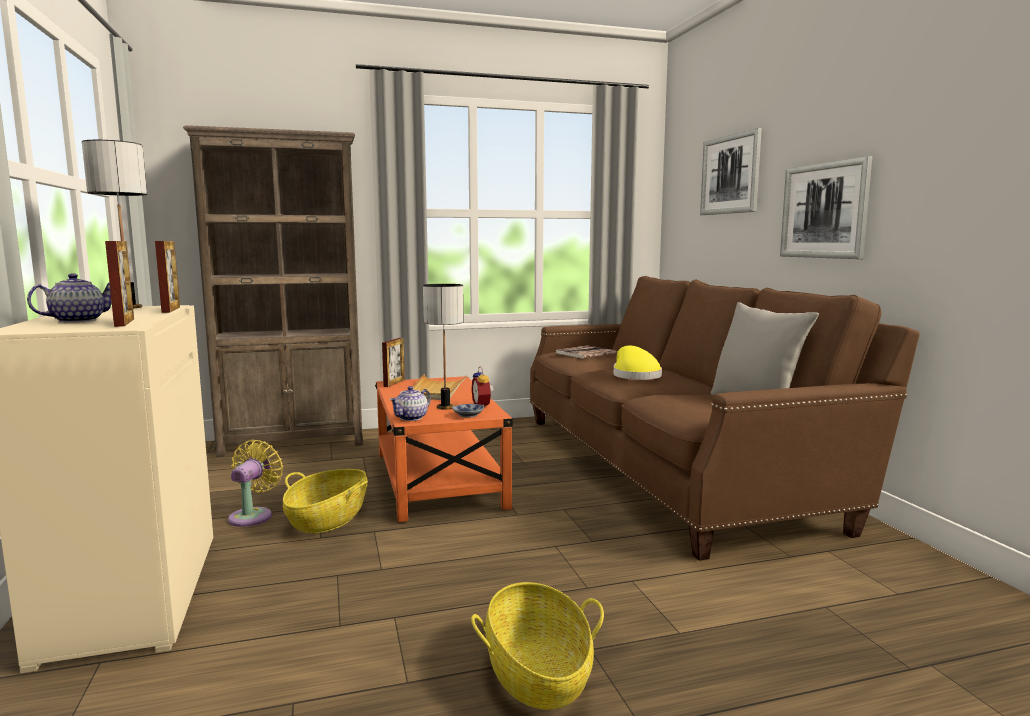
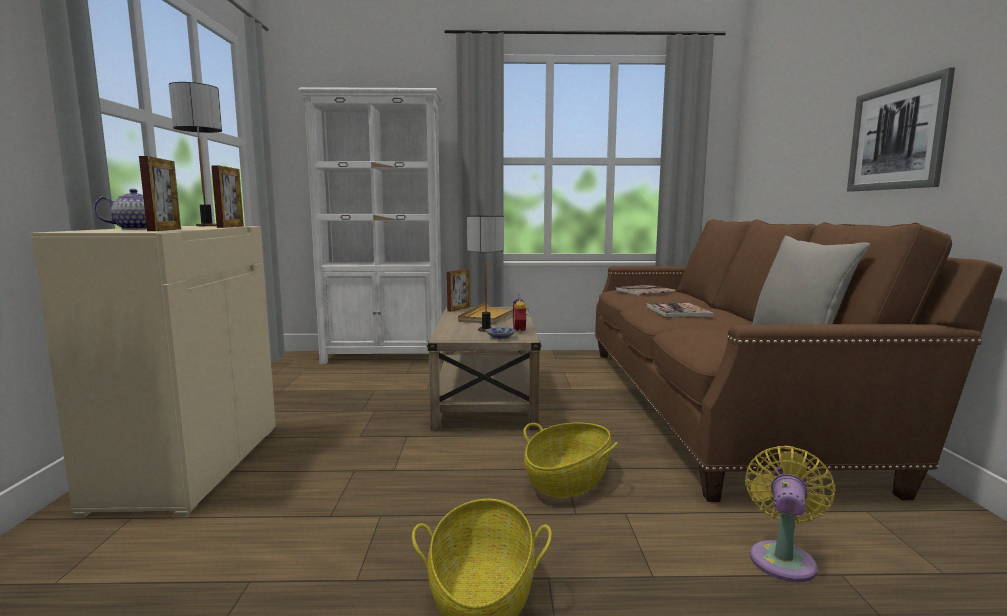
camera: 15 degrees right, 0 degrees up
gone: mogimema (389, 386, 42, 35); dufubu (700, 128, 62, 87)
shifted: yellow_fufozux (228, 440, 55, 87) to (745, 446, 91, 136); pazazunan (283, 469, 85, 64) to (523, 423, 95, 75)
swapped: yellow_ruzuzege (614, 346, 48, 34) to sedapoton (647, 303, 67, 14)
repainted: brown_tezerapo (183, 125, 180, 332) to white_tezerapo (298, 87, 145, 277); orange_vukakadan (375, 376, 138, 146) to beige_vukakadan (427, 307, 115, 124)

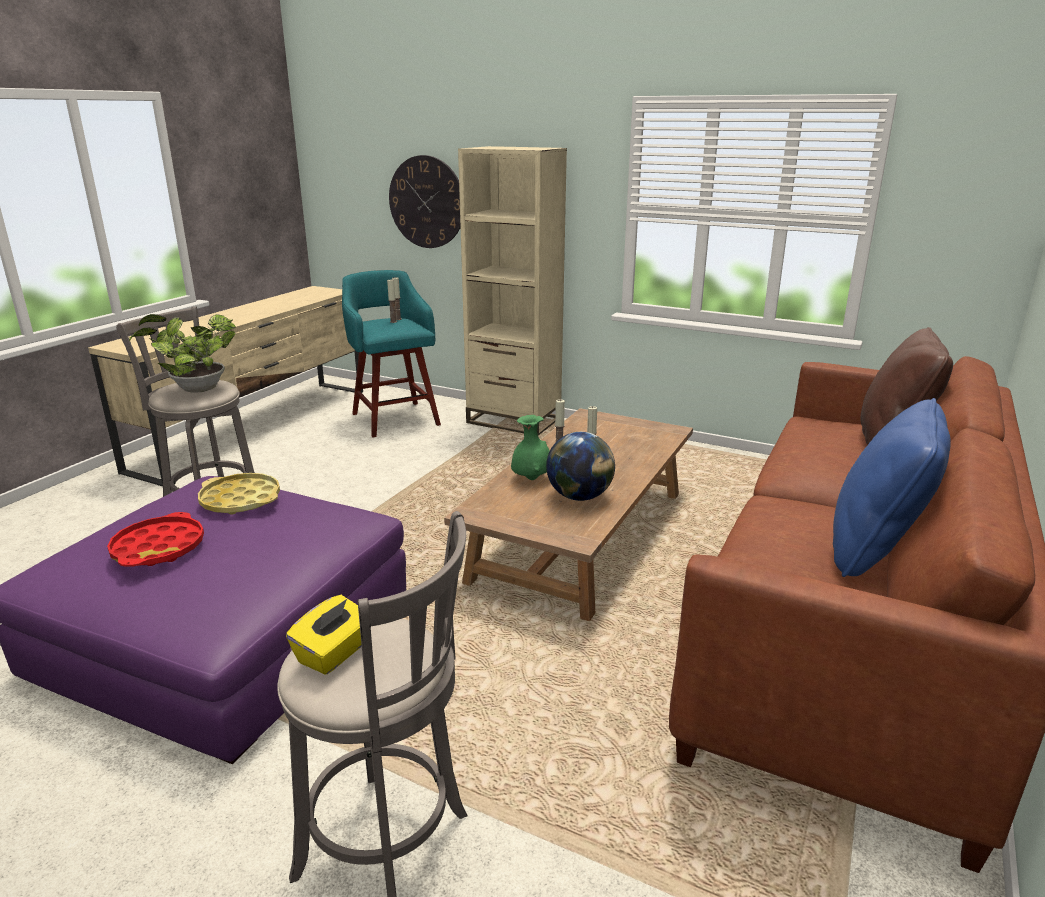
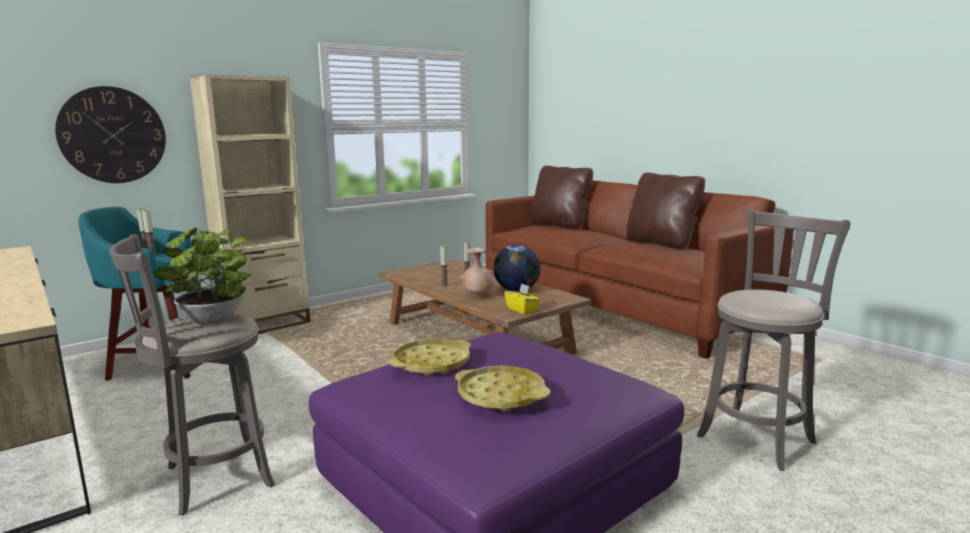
camera: 65 degrees left, 10 degrees down
shifted: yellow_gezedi (286, 595, 76, 80) to (504, 283, 36, 32)
repainted: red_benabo (107, 512, 97, 55) to yellow_benabo (455, 366, 96, 45); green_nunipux (511, 415, 39, 65) to beige_nunipux (460, 248, 34, 49); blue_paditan (833, 398, 118, 179) to brown_paditan (626, 173, 79, 77)

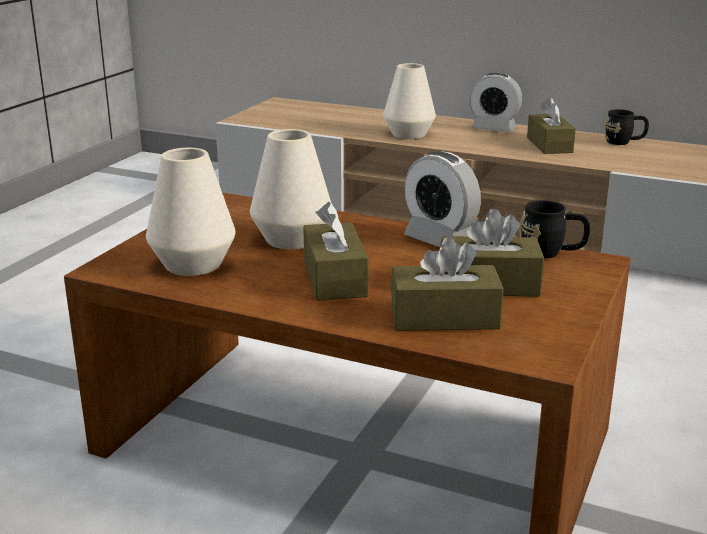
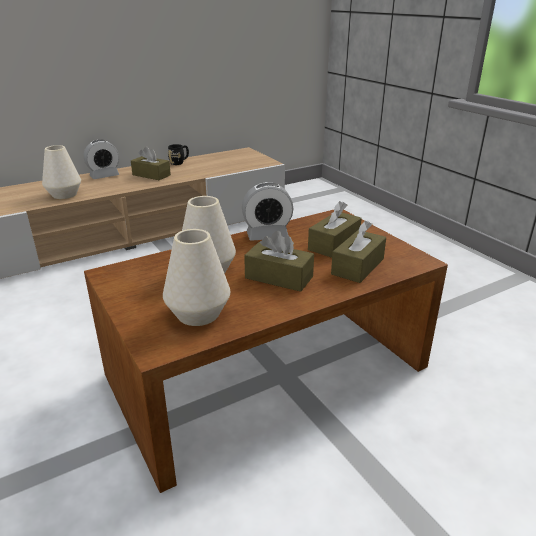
camera: 55 degrees left, 5 degrees up
gone: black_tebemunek (520, 200, 70, 58)

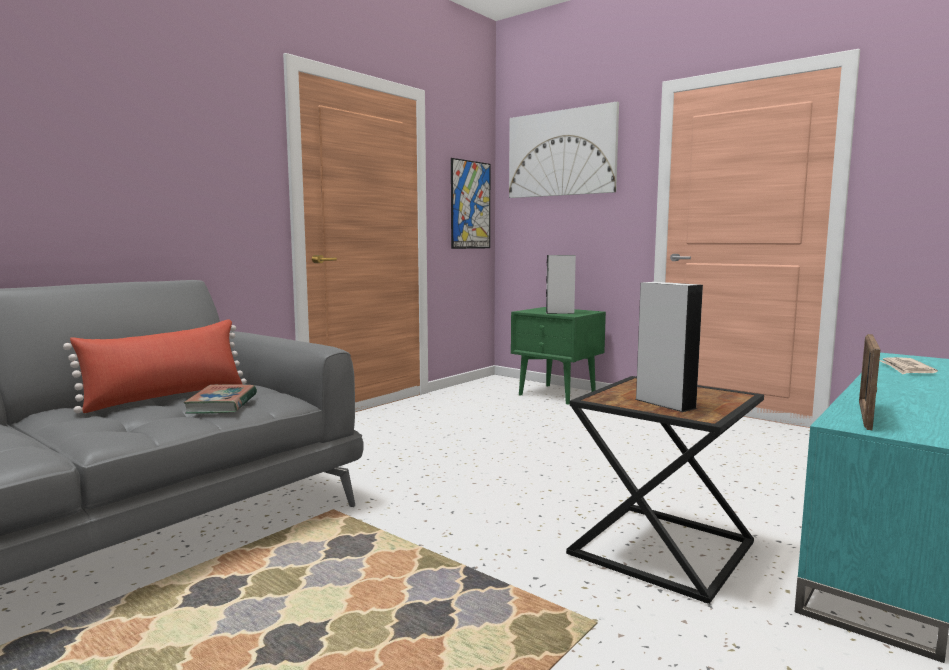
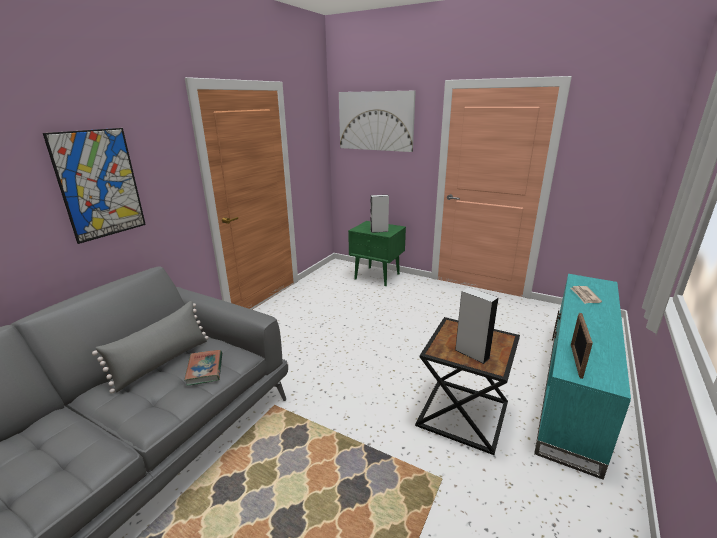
camera: 10 degrees left, 15 degrees up
shifted: dufubu (451, 158, 39, 91) to (43, 128, 103, 116)
repainted: red_paditan (63, 319, 184, 94) to grey_paditan (92, 301, 117, 93)

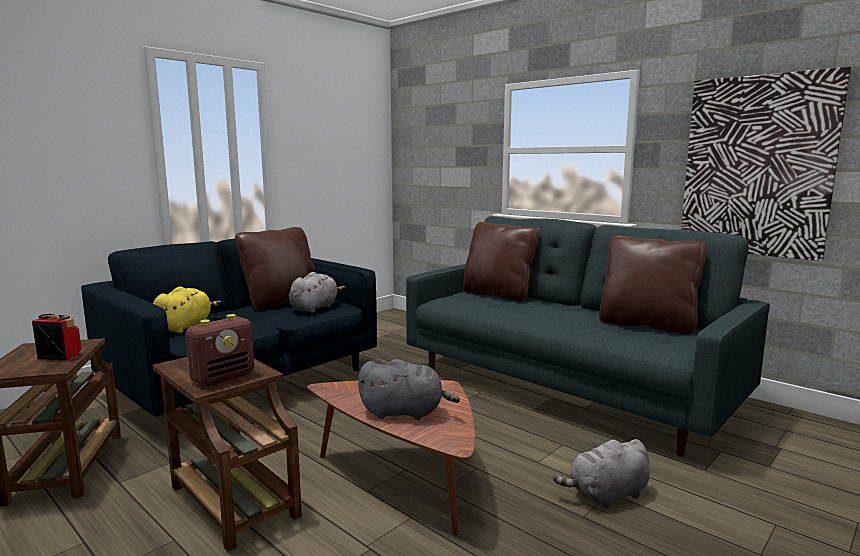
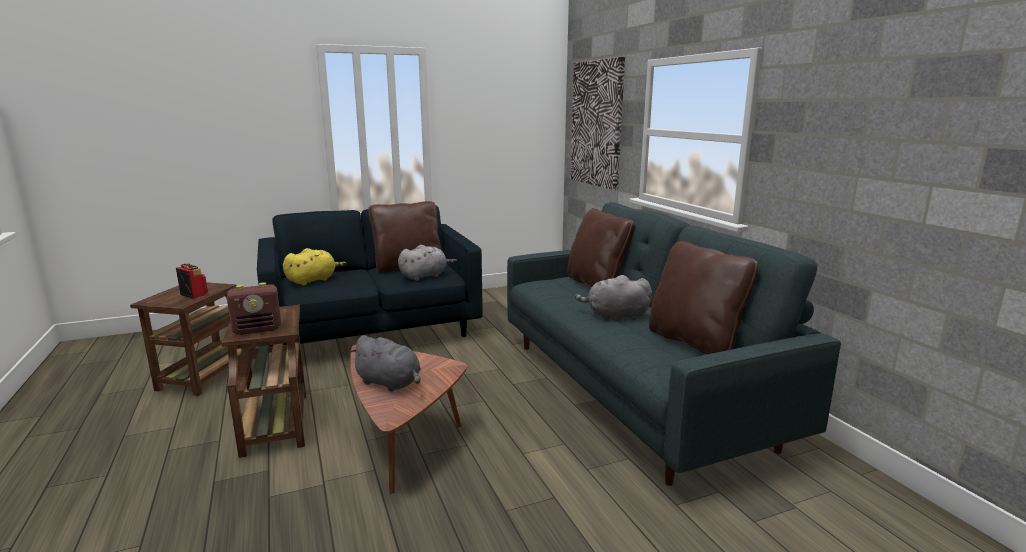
camera: 25 degrees right, 5 degrees up
shifted: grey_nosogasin (553, 439, 97, 69) to (575, 275, 77, 45); dufubu (681, 67, 170, 194) to (571, 57, 54, 133)

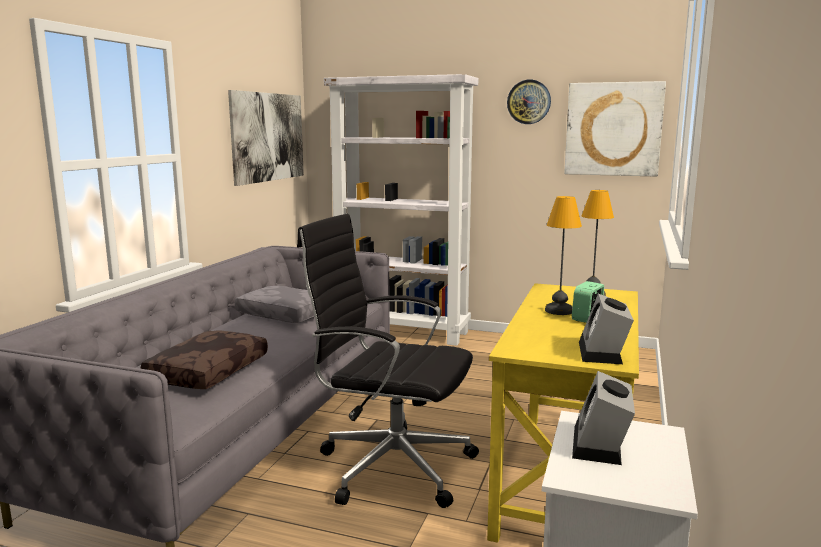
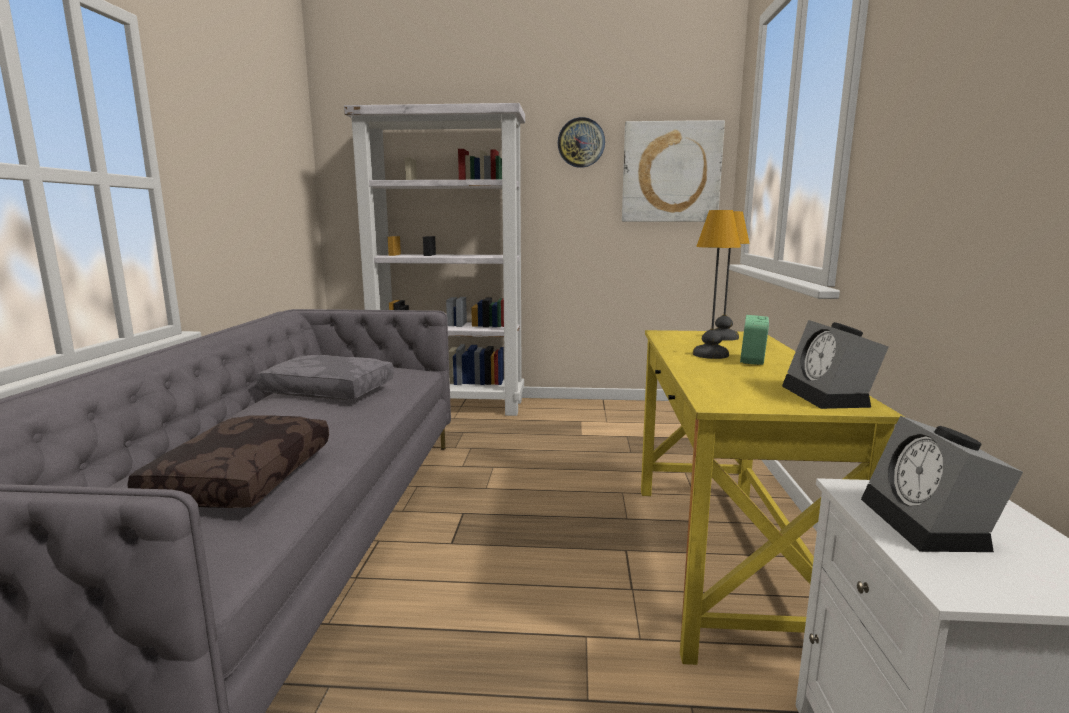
camera: 15 degrees left, 0 degrees up
gone: dufubu (228, 90, 76, 96); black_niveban (297, 214, 182, 294)

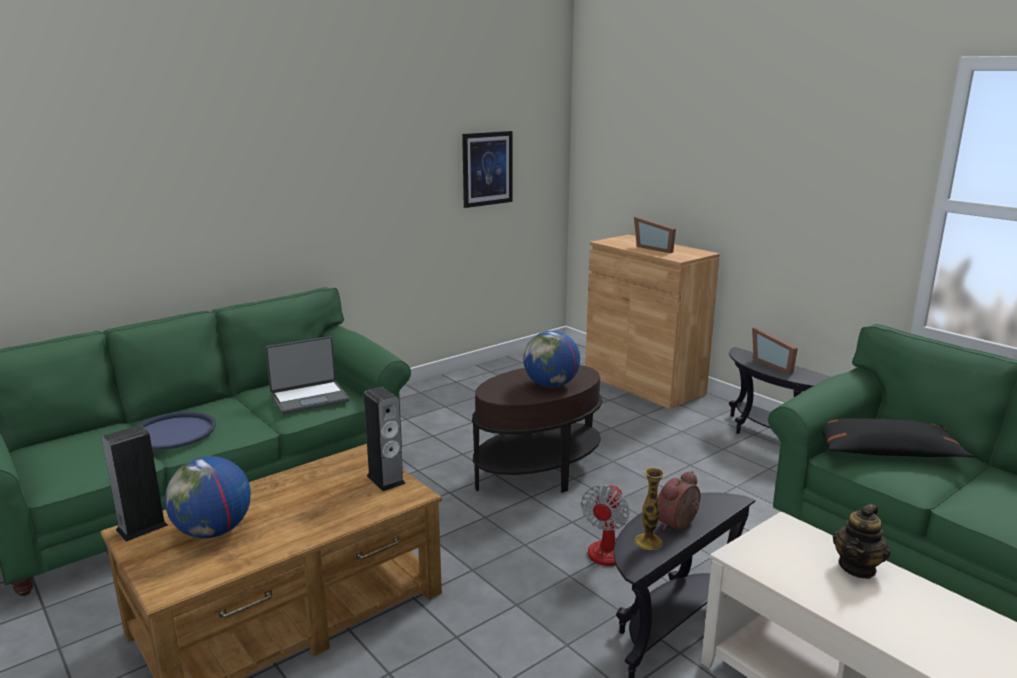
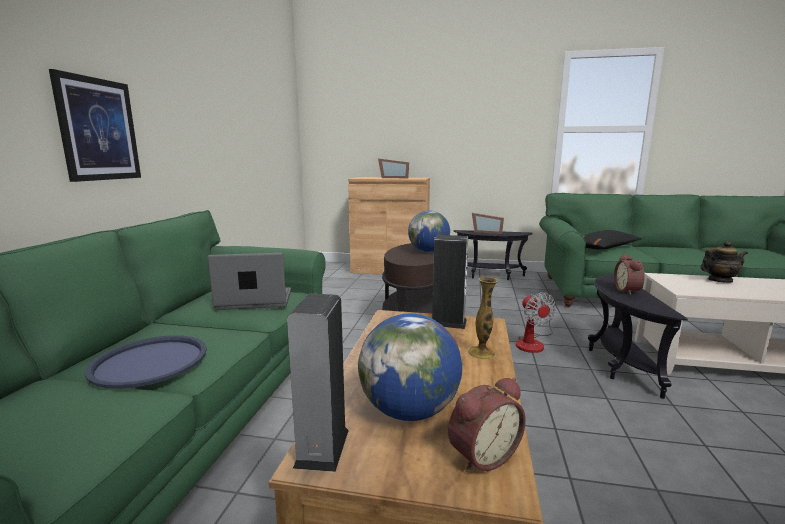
camera: 40 degrees left, 5 degrees down
new: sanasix (448, 377, 78, 95)
shifted: dufubu (462, 131, 51, 77) to (49, 69, 92, 113); nunipux (635, 468, 29, 82) to (468, 277, 30, 83)
rotated: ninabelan (265, 336, 85, 79) = (208, 253, 83, 57) 120 degrees counterclockwise; mogimema (833, 504, 58, 75) = (701, 241, 47, 42) 90 degrees counterclockwise

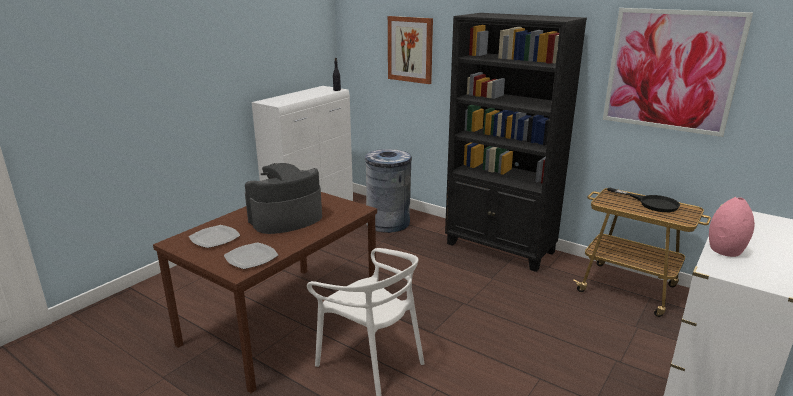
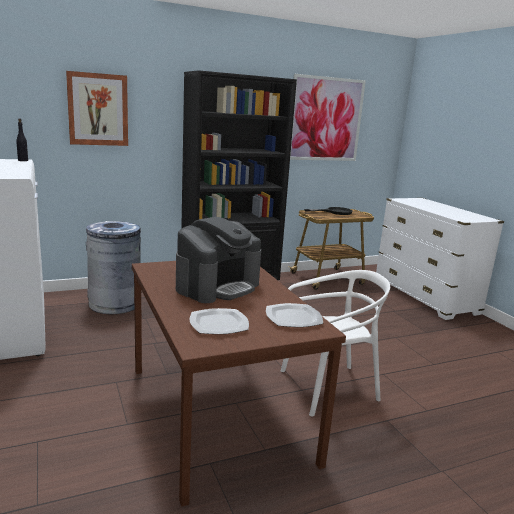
camera: 60 degrees left, 5 degrees down
gone: pink_nunipux (709, 197, 46, 60)
rotated: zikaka (245, 163, 77, 71) = (176, 217, 85, 86) 135 degrees counterclockwise

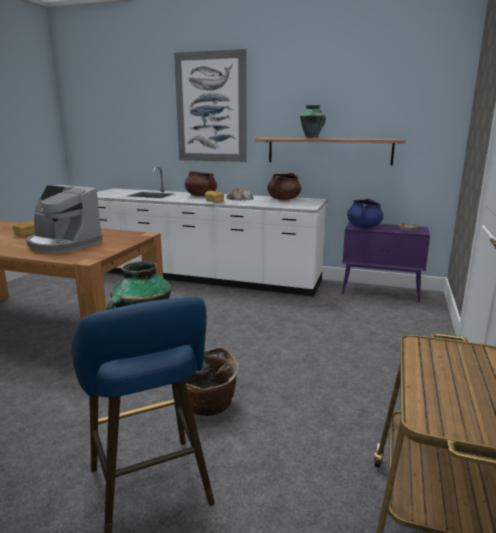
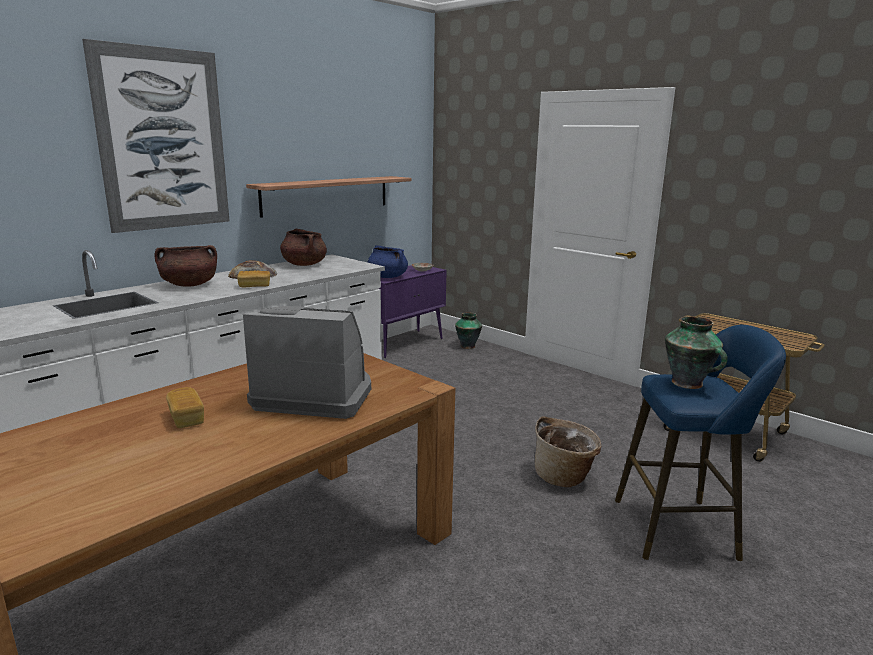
camera: 65 degrees left, 0 degrees up
shifted: nunipux (300, 105, 26, 34) to (455, 312, 27, 37)
rotated: zikaka (26, 185, 77, 69) = (243, 306, 128, 113) 135 degrees counterclockwise

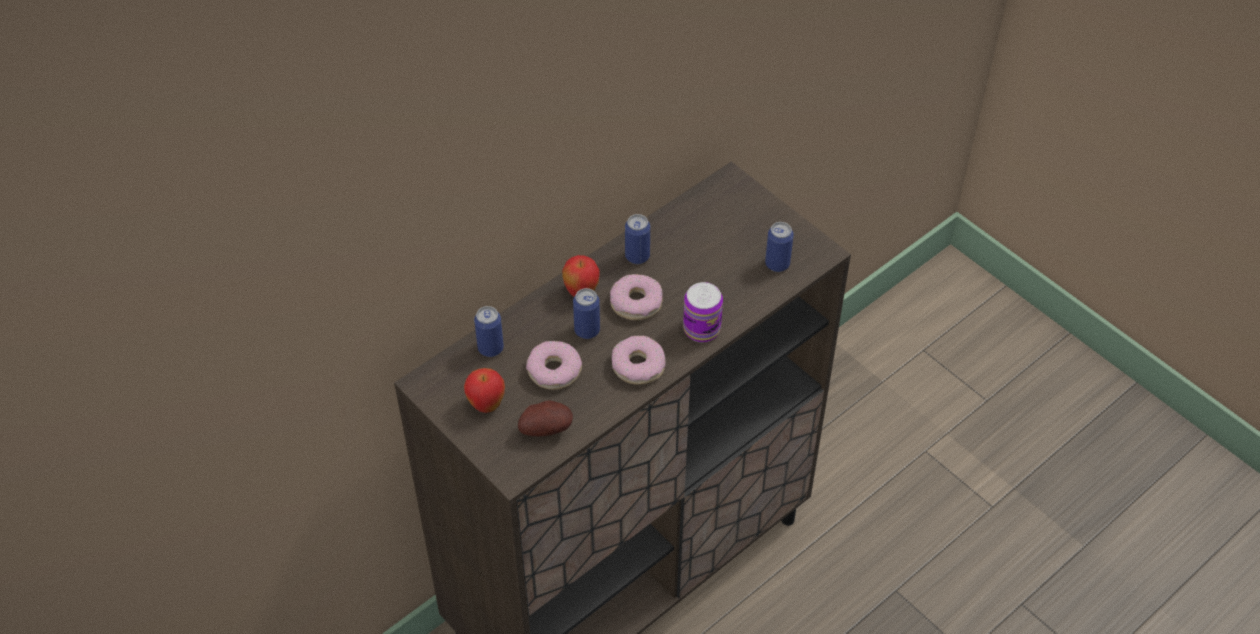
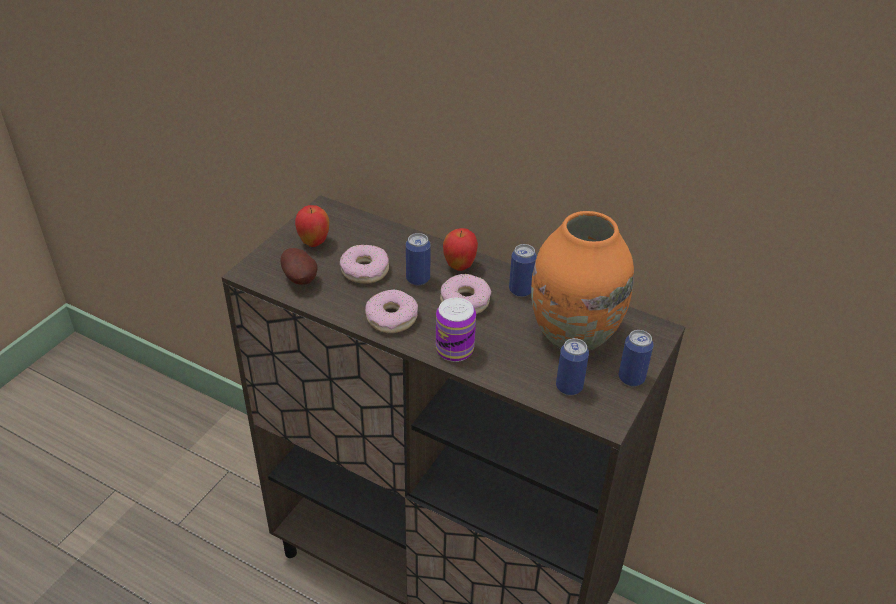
camera: 70 degrees right, 10 degrees down
new: orange_nunipux (531, 211, 103, 140)
shifted: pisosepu (474, 306, 30, 51) to (619, 330, 35, 56)

